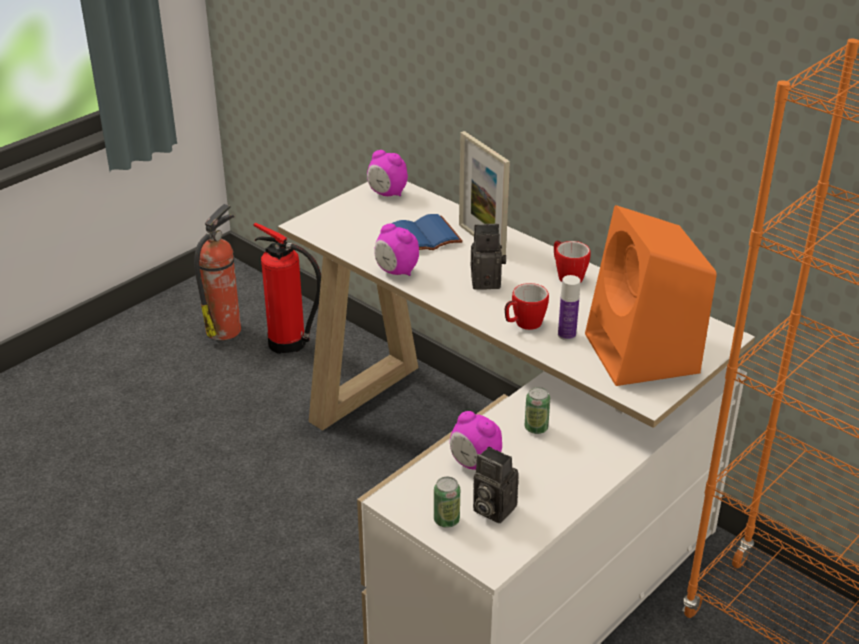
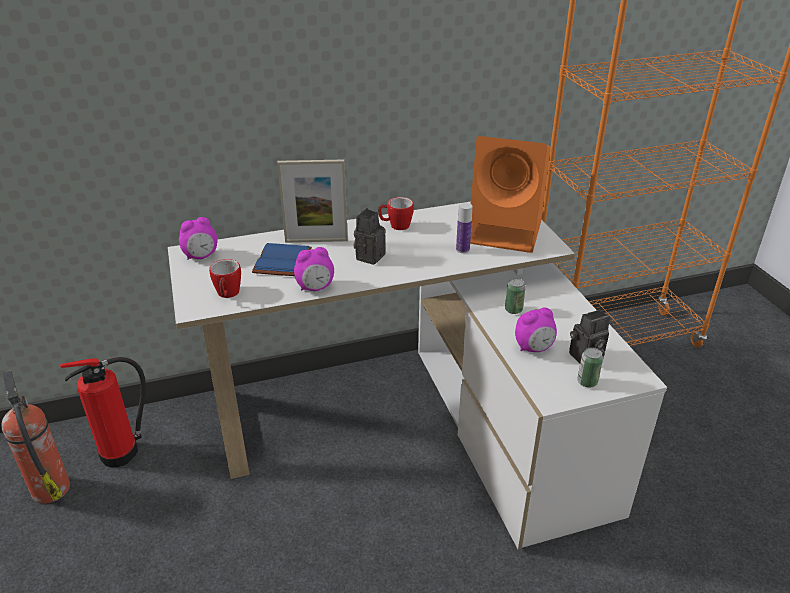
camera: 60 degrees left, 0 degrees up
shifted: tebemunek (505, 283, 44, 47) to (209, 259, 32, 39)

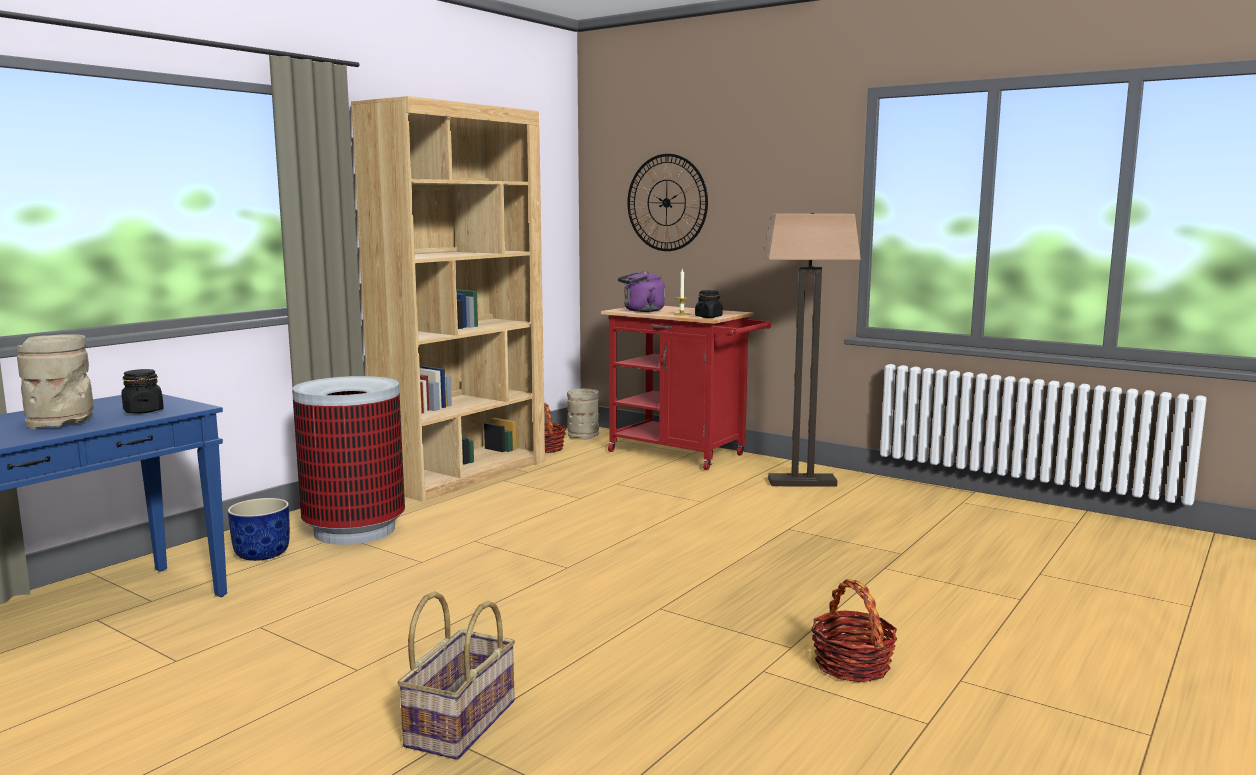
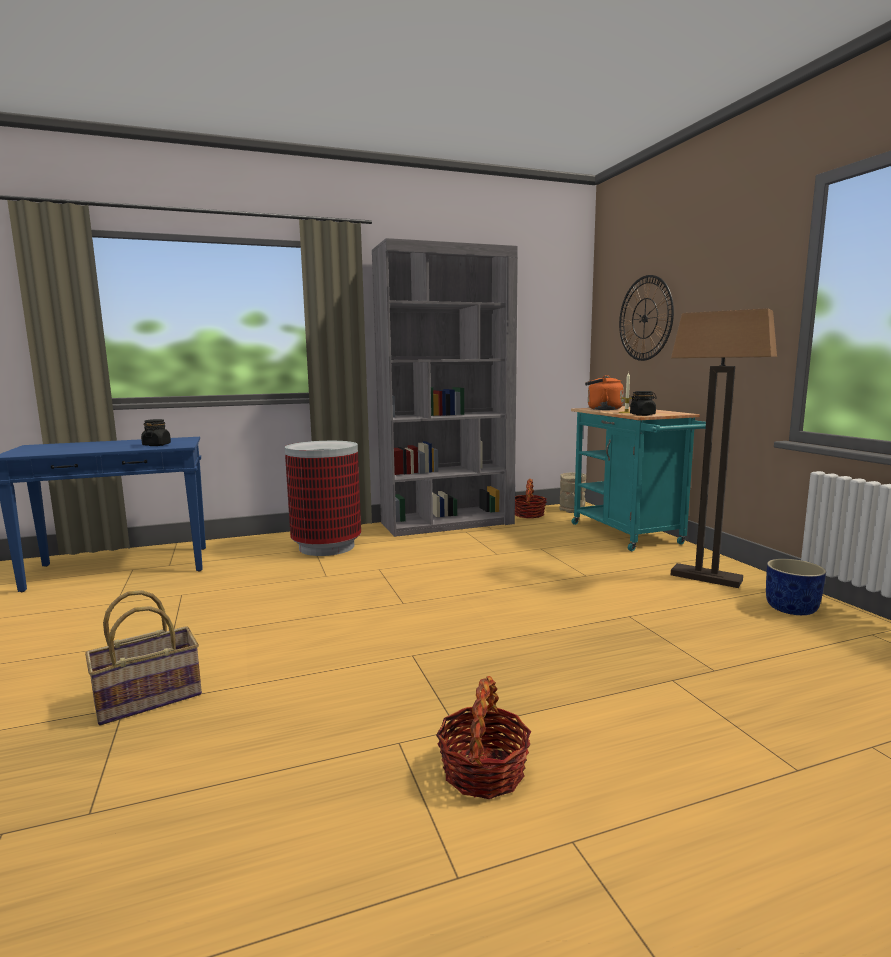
camera: 35 degrees right, 0 degrees up
gone: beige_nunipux (16, 334, 78, 95)
shifted: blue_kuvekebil (228, 498, 62, 63) to (766, 559, 60, 56)
repainted: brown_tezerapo (351, 96, 194, 406) to grey_tezerapo (372, 238, 146, 299); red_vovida (601, 306, 170, 164) to turquoise_vovida (571, 406, 135, 145); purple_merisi (618, 271, 47, 41) to orange_merisi (585, 375, 39, 35)

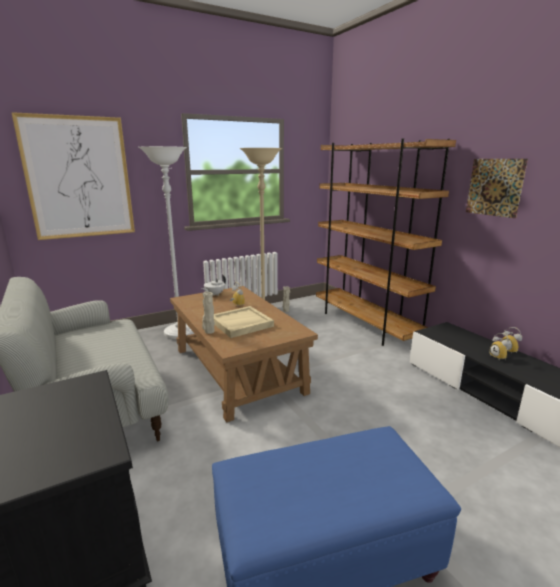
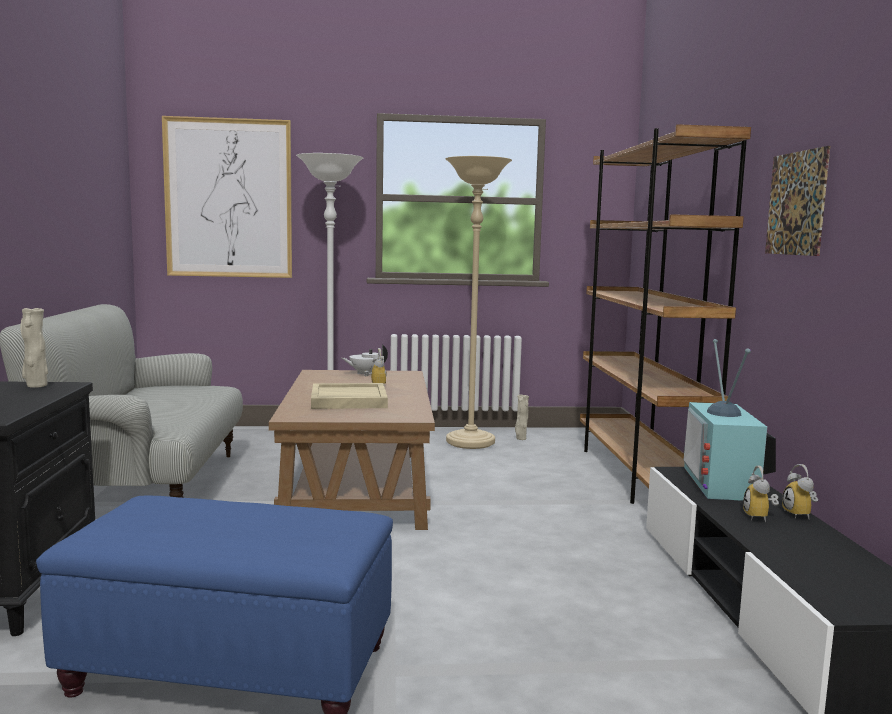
camera: 25 degrees right, 10 degrees down
new: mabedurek (684, 339, 92, 162)
shifted: beige_nunipux (202, 292, 13, 42) to (20, 308, 28, 80)

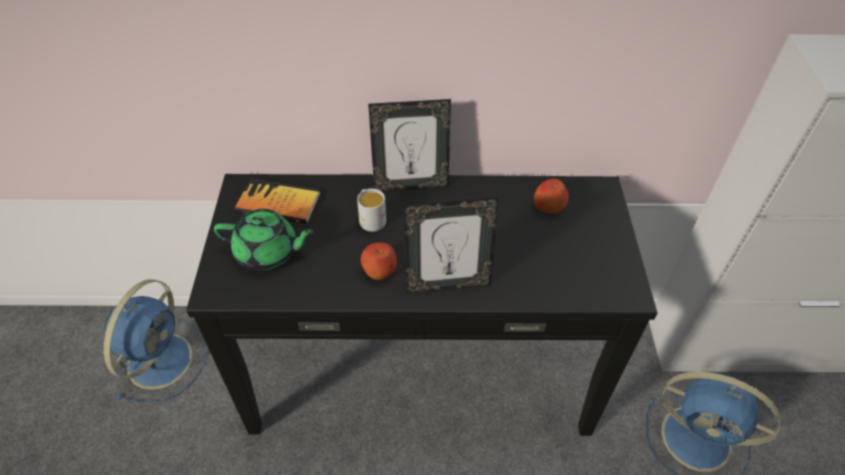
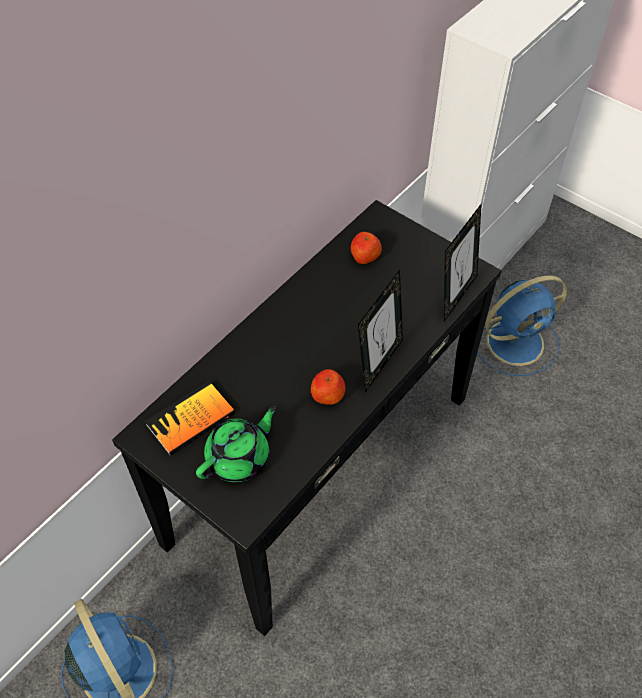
camera: 50 degrees left, 5 degrees up
gone: white_tebemunek (357, 188, 29, 44)
shifted: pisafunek (368, 99, 83, 93) to (444, 203, 38, 118)

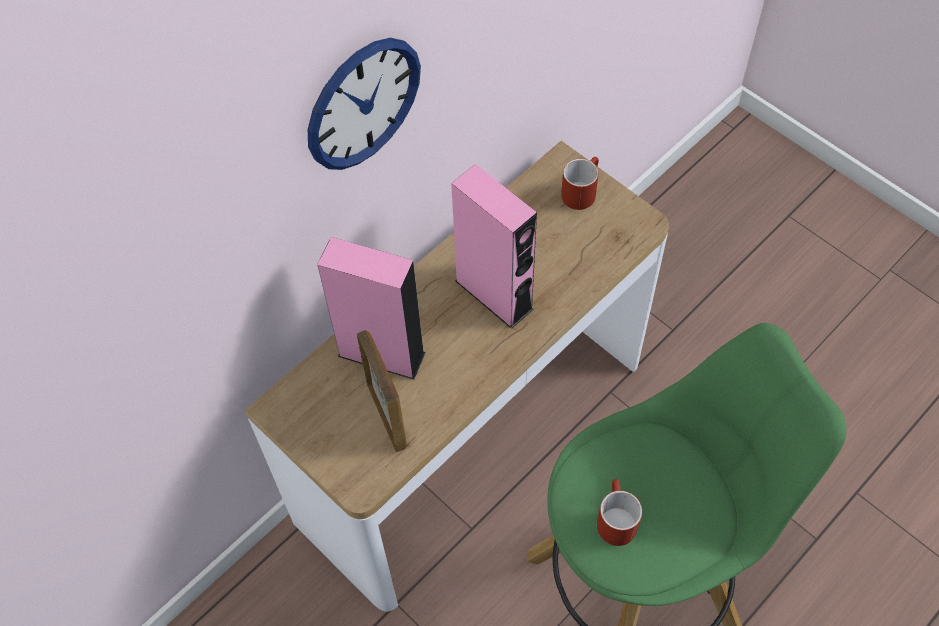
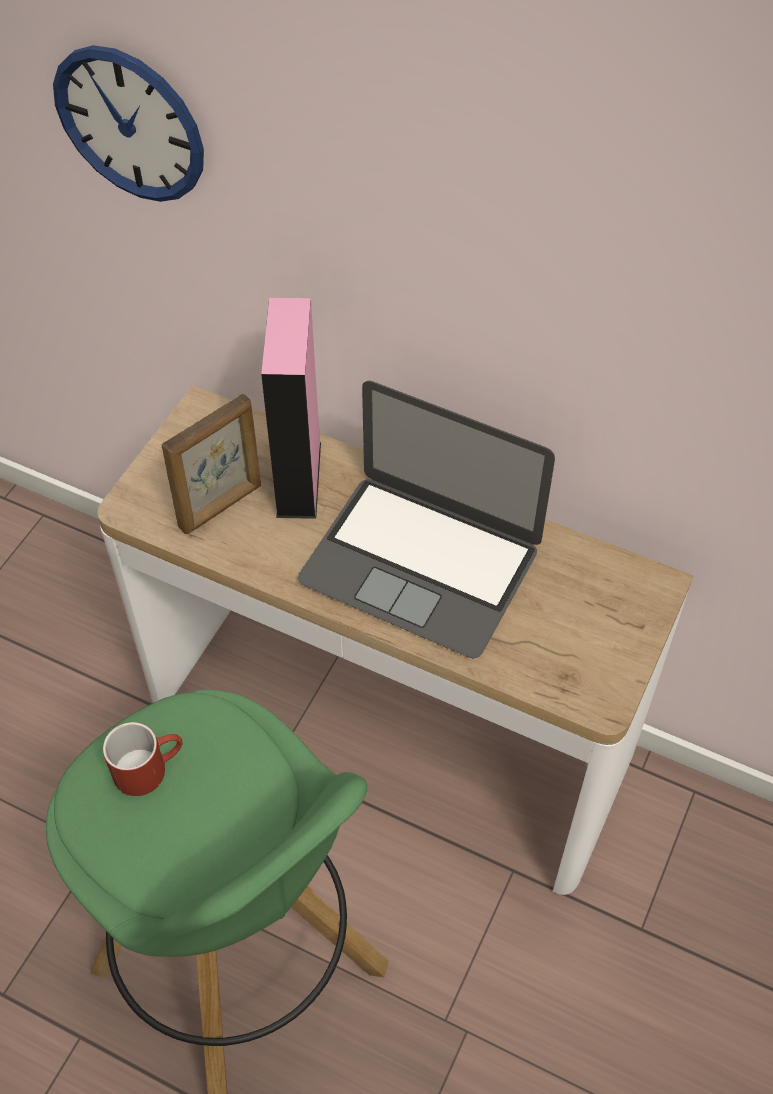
camera: 70 degrees right, 5 degrees down
gone: red_tebemunek (561, 157, 38, 53)
shifted: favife (308, 38, 113, 132) to (53, 45, 151, 157)
swapped: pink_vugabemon (451, 164, 86, 165) to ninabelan (298, 381, 257, 278)

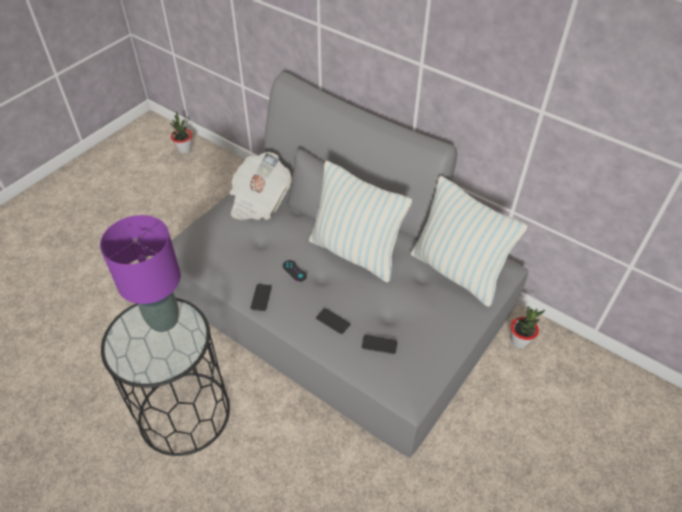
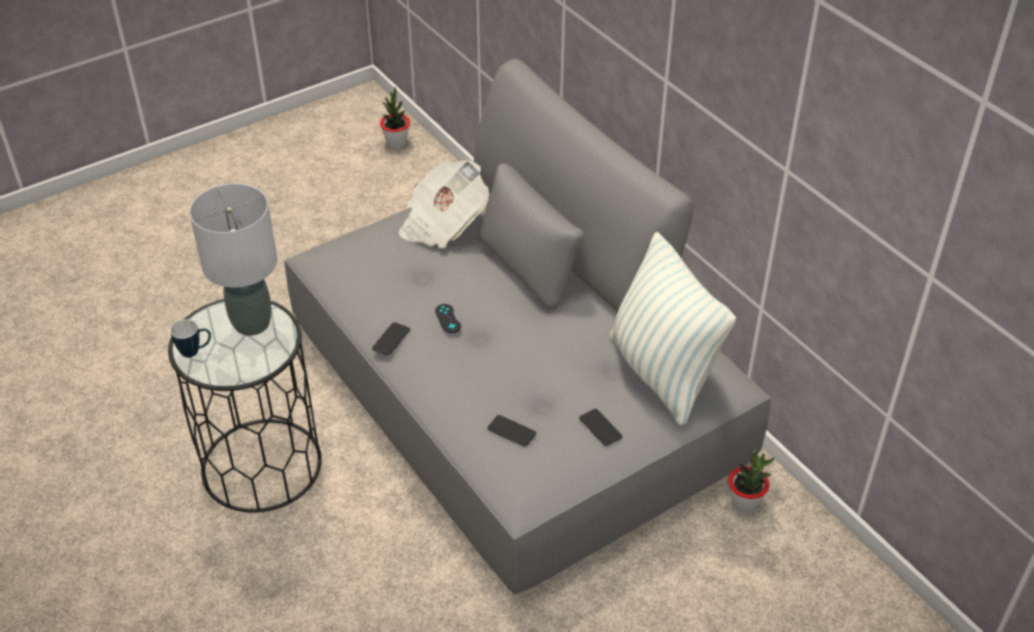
camera: 20 degrees right, 5 degrees down
gone: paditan (309, 161, 103, 121)
new: tebemunek (170, 319, 41, 39)
shifted: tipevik (316, 308, 35, 26) to (579, 409, 43, 37)
repainted: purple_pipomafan (100, 215, 81, 117) to grey_pipomafan (189, 183, 88, 153)

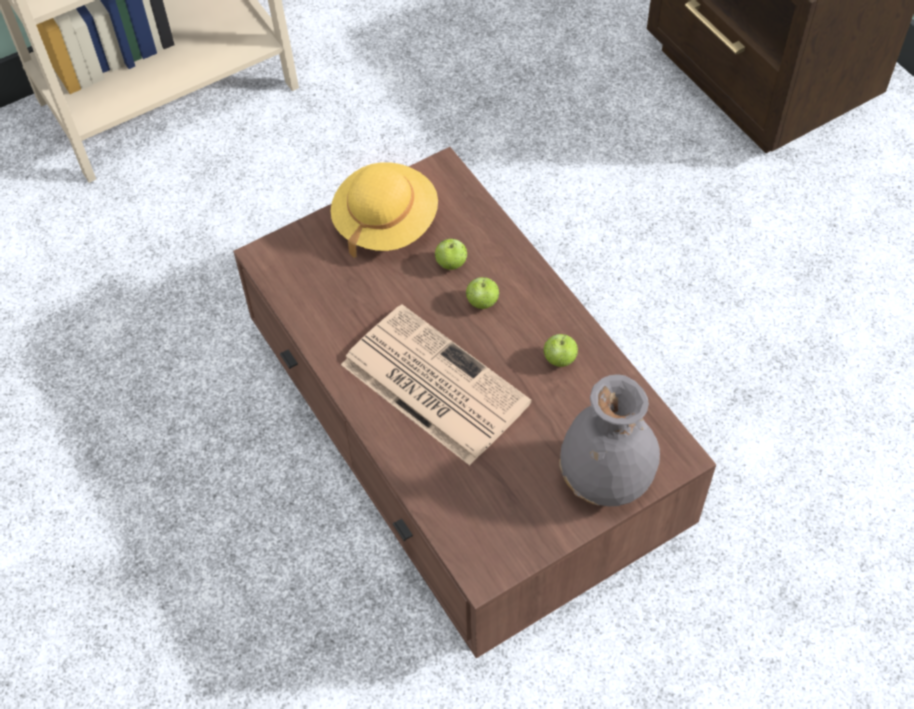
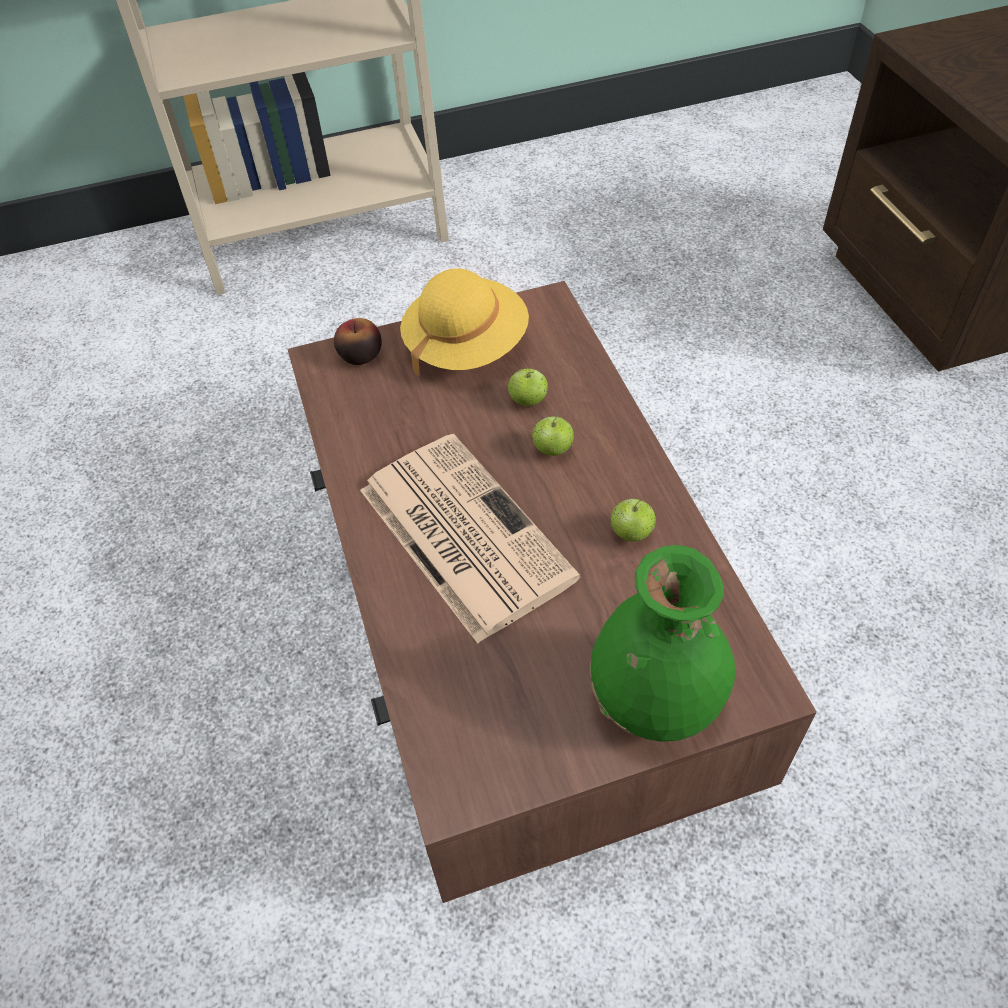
camera: 15 degrees right, 5 degrees down
new: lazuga (334, 318, 48, 47)
repainted: grey_nunipux (559, 374, 101, 132) to green_nunipux (590, 545, 145, 197)

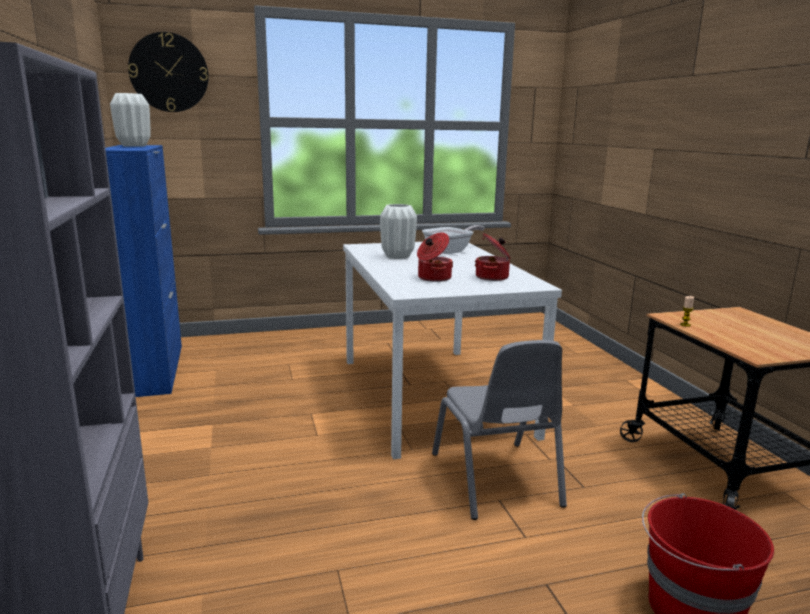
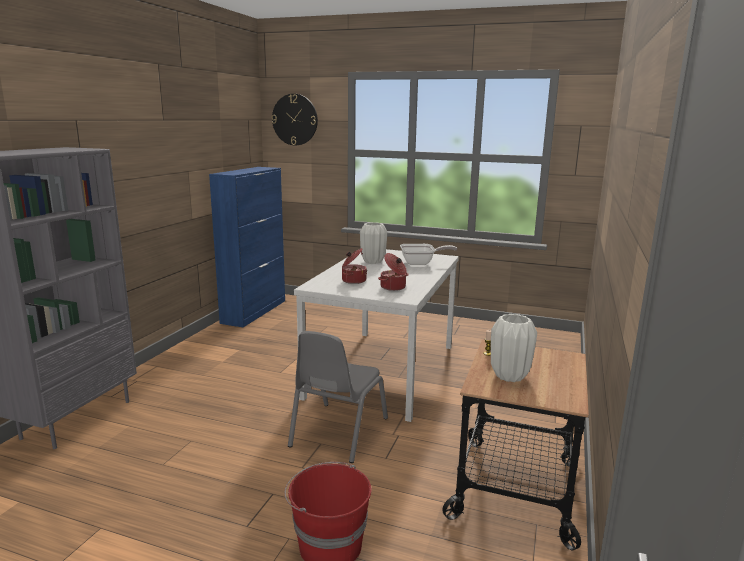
camera: 35 degrees right, 0 degrees up
shifted: white_nunipux (110, 93, 40, 54) to (491, 314, 46, 68)

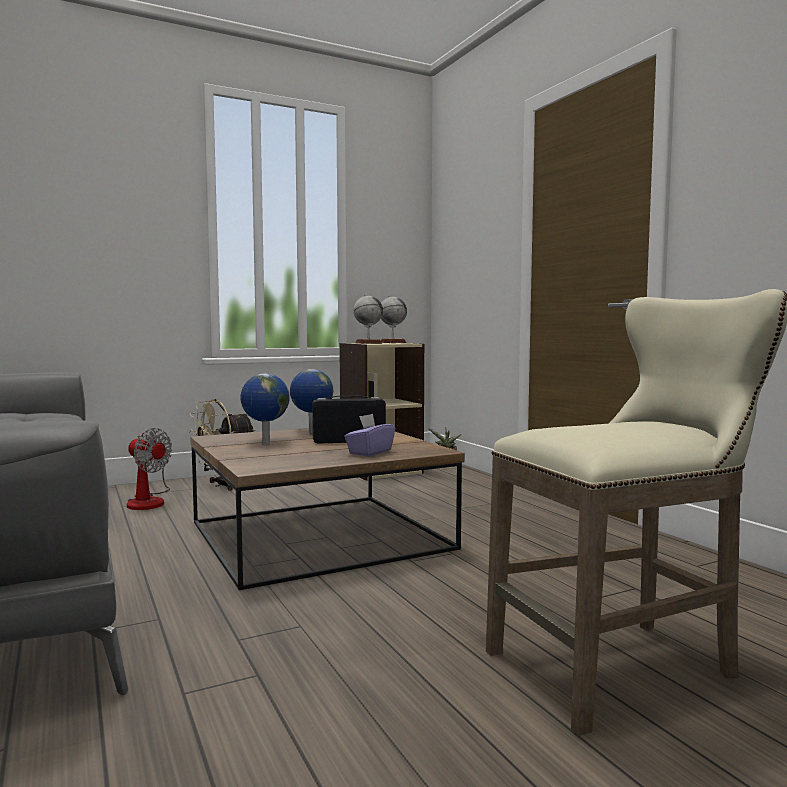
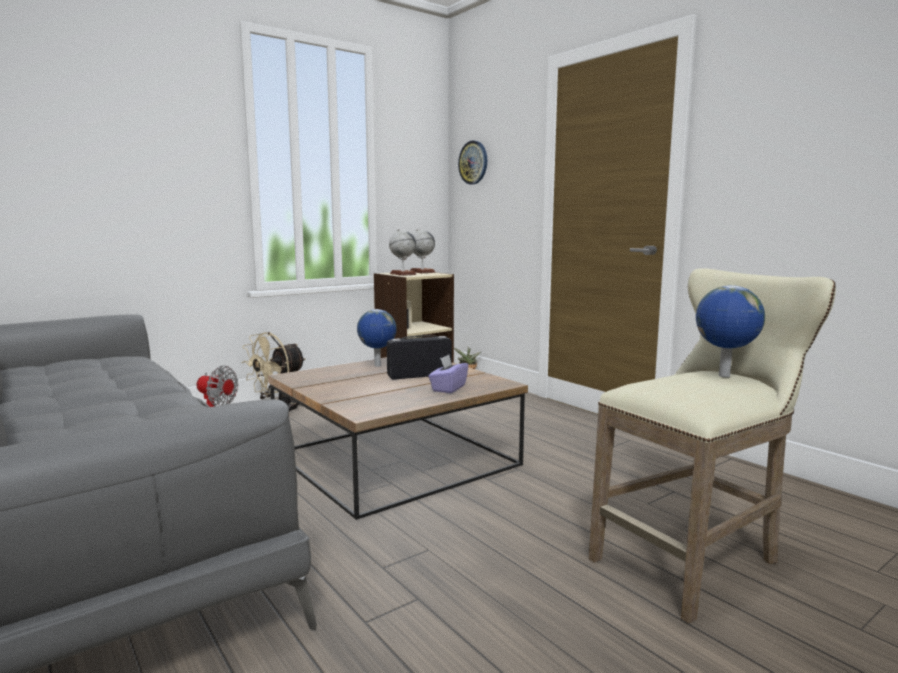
camera: 10 degrees left, 5 degrees up
new: favife (458, 141, 29, 43)
shifted: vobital (240, 374, 50, 70) to (696, 285, 69, 93)

